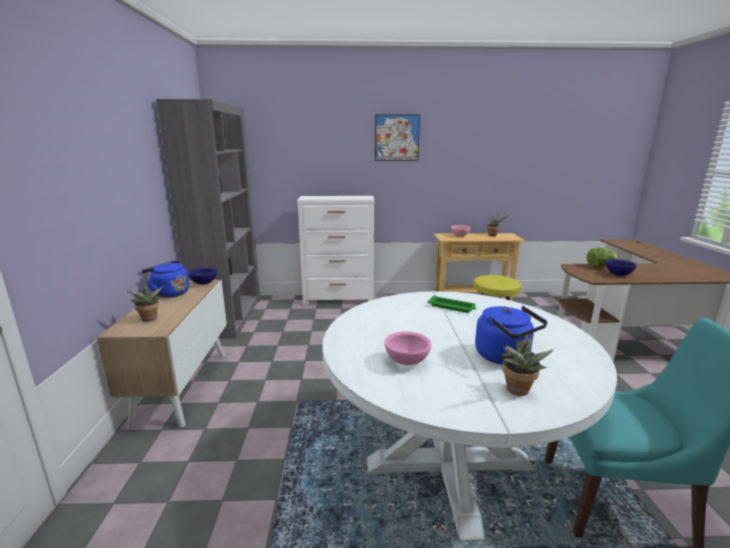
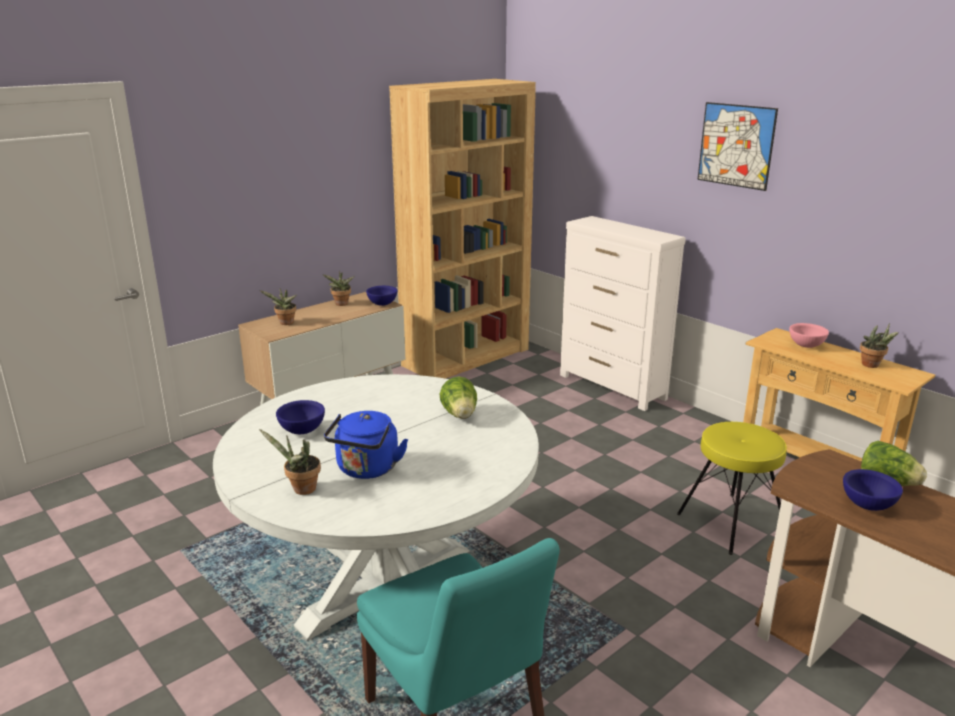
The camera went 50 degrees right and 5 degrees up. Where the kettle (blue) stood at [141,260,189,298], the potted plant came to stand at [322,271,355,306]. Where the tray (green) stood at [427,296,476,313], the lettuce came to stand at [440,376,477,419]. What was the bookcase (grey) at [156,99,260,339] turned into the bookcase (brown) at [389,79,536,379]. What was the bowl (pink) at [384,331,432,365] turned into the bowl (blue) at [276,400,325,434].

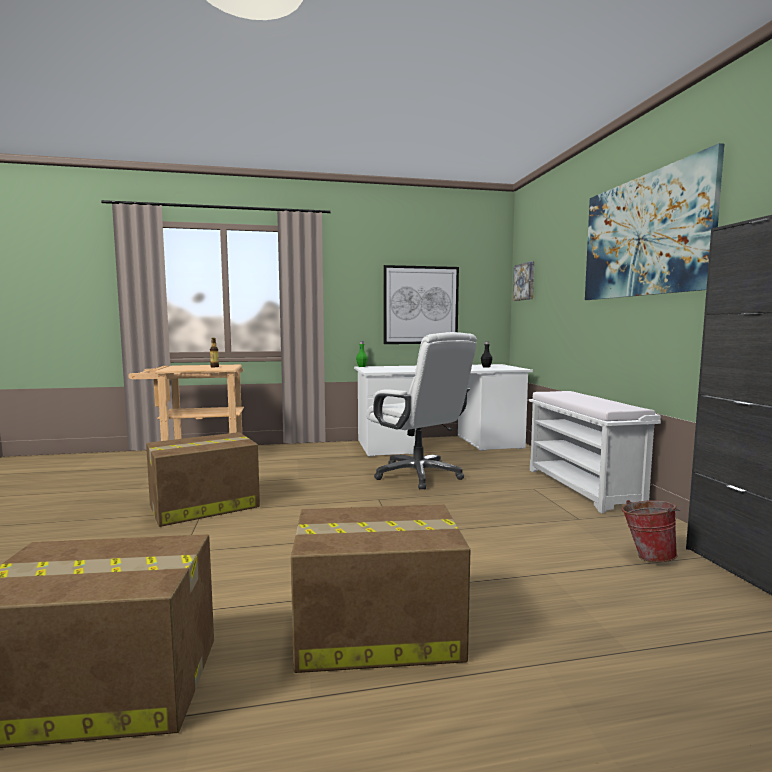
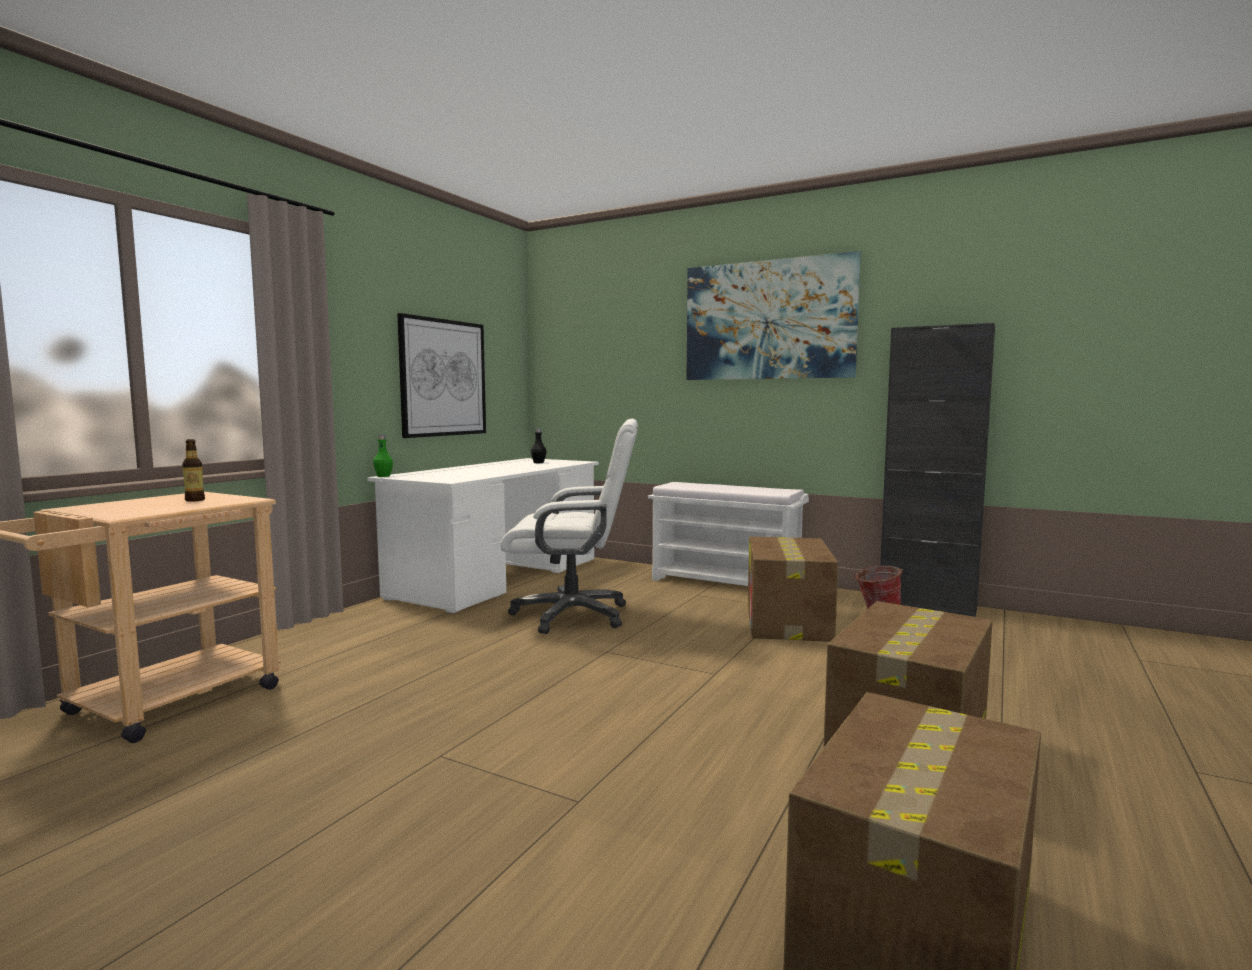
The camera went 50 degrees left and 0 degrees up. The second view lost the picture at [513,261,534,301]. The cardboard box ended up elsewhere, having gone from [146,432,260,527] to [748,536,838,642].

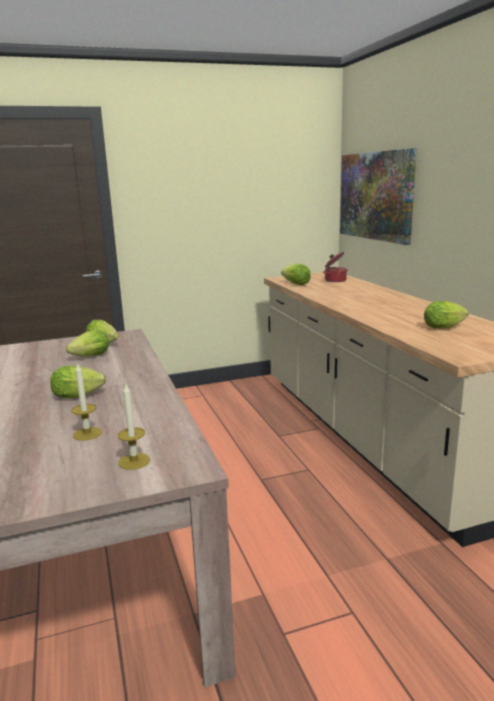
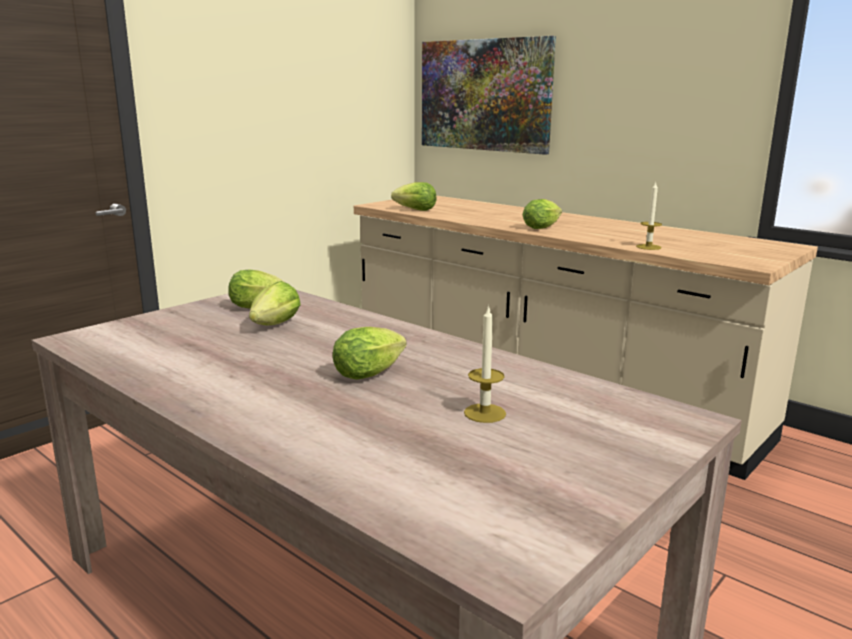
The camera went 30 degrees left and 0 degrees up. The second view lost the cooking pot at [323,252,348,282]. The candle ended up elsewhere, having gone from [118,384,150,470] to [636,182,662,250]. The lettuce ended up elsewhere, having gone from [424,301,469,329] to [523,199,562,229].

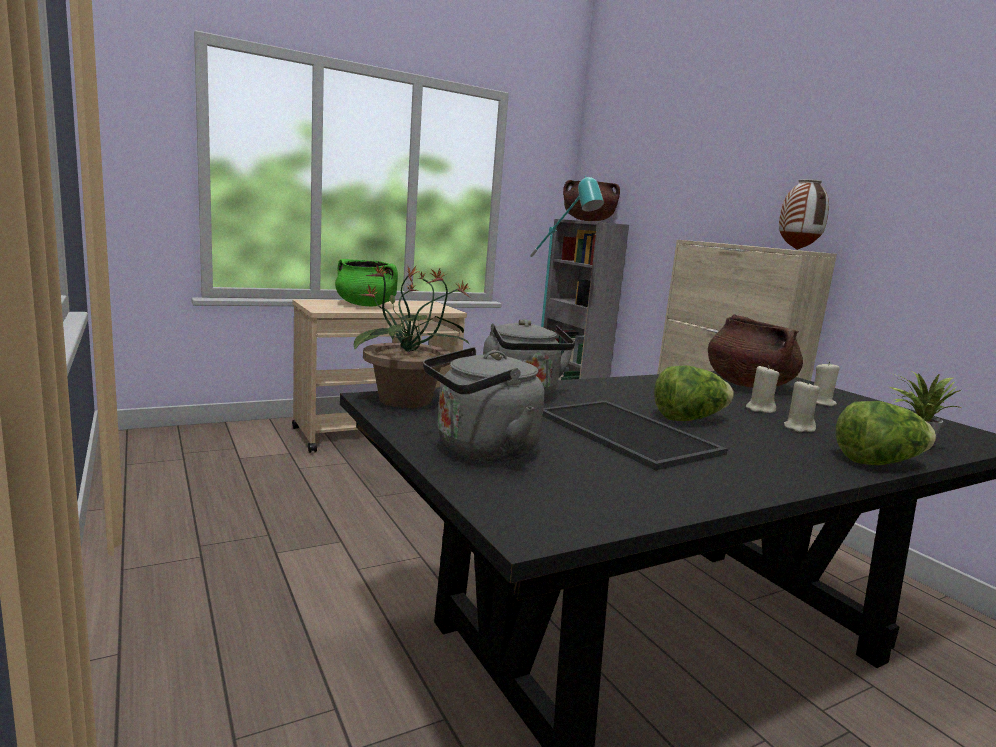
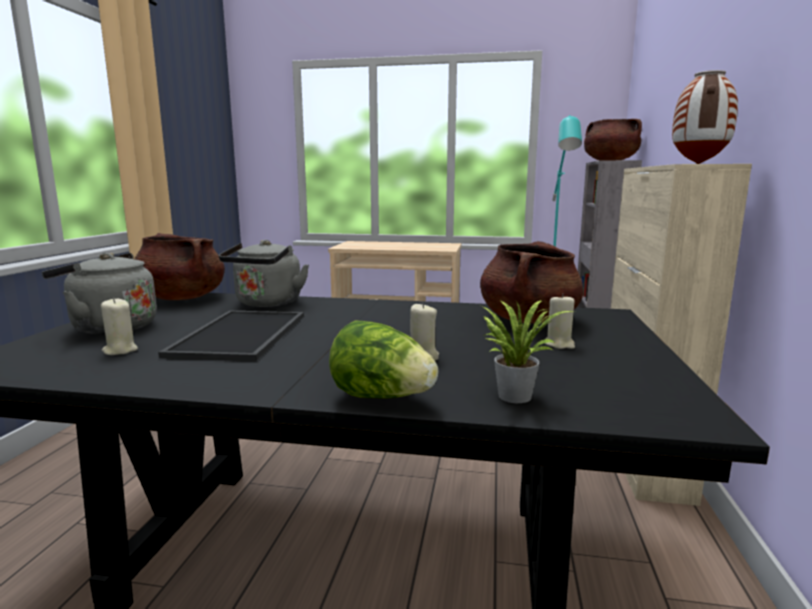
The camera went 40 degrees right and 0 degrees up. The second view lost the cooking pot (green) at [335,259,398,306]. The second view lost the lettuce at [654,366,734,421]. The candle (beige) ended up elsewhere, having gone from [746,365,779,413] to [101,298,138,355]. Where the potted plant stood at [354,264,471,408], the cooking pot (brown) came to stand at [134,233,225,300].

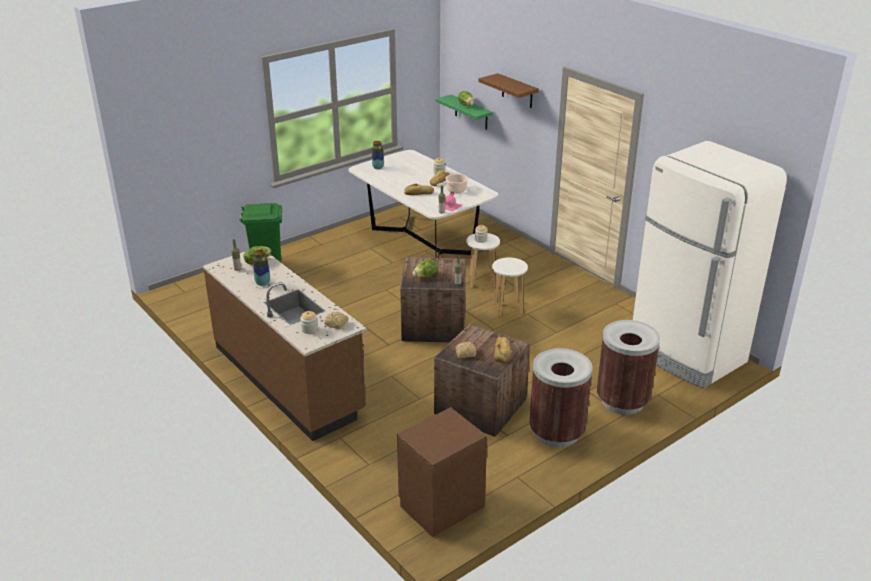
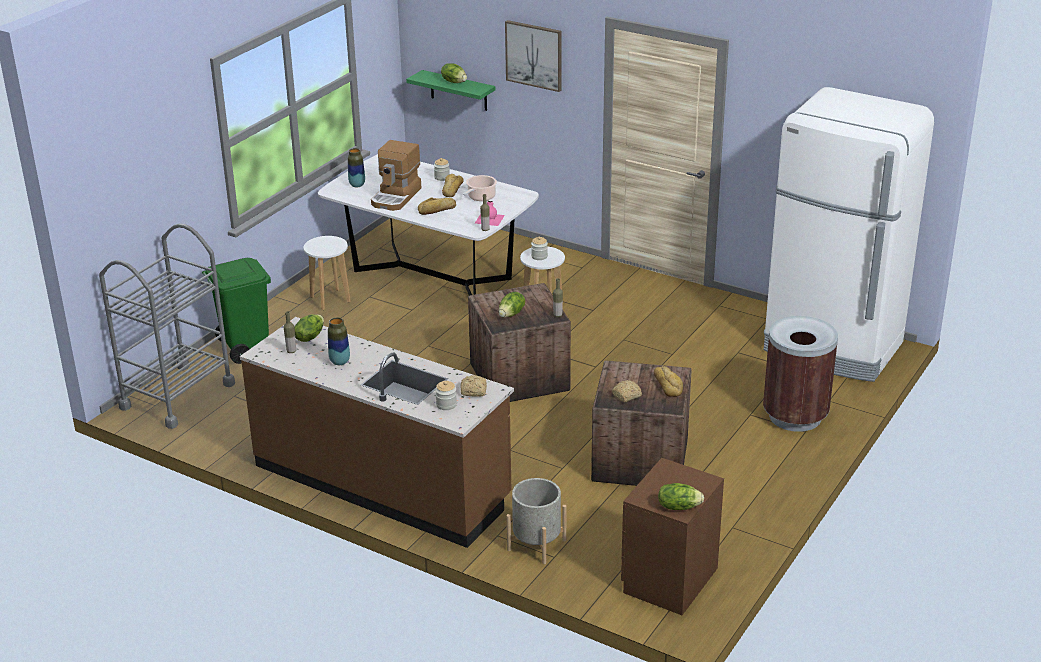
The camera went 20 degrees left and 0 degrees up. The second view lost the trash can (brown) at [529,348,592,448]. The second view gained the cart (grey) at [99,224,235,429]. The second view gained the coffee machine at [371,140,421,211]. The second view gained the planter (grey) at [507,478,566,564]. The second view gained the lettuce at [658,483,704,510]. The stool (white) ended up elsewhere, having gone from [492,258,528,316] to [304,236,351,310]. Where the shelf (brown) hung at [478,73,539,108], the picture came to hang at [505,20,562,92].

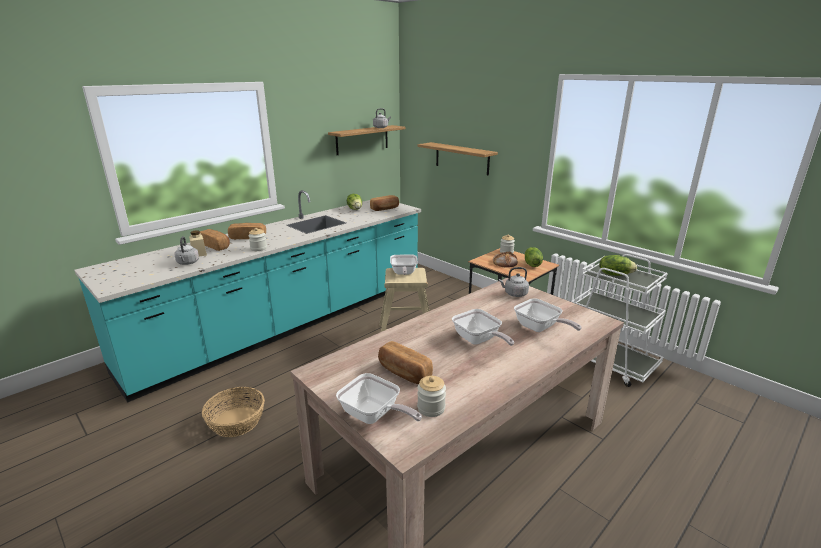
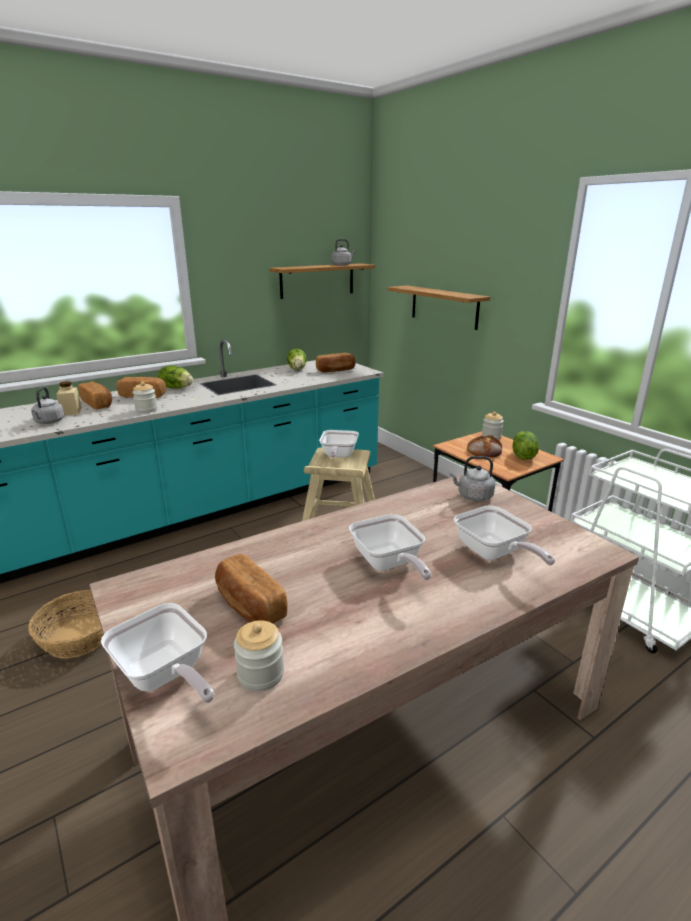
The camera went 10 degrees right and 0 degrees up. The lettuce ended up elsewhere, having gone from [599,255,637,276] to [158,366,193,389].

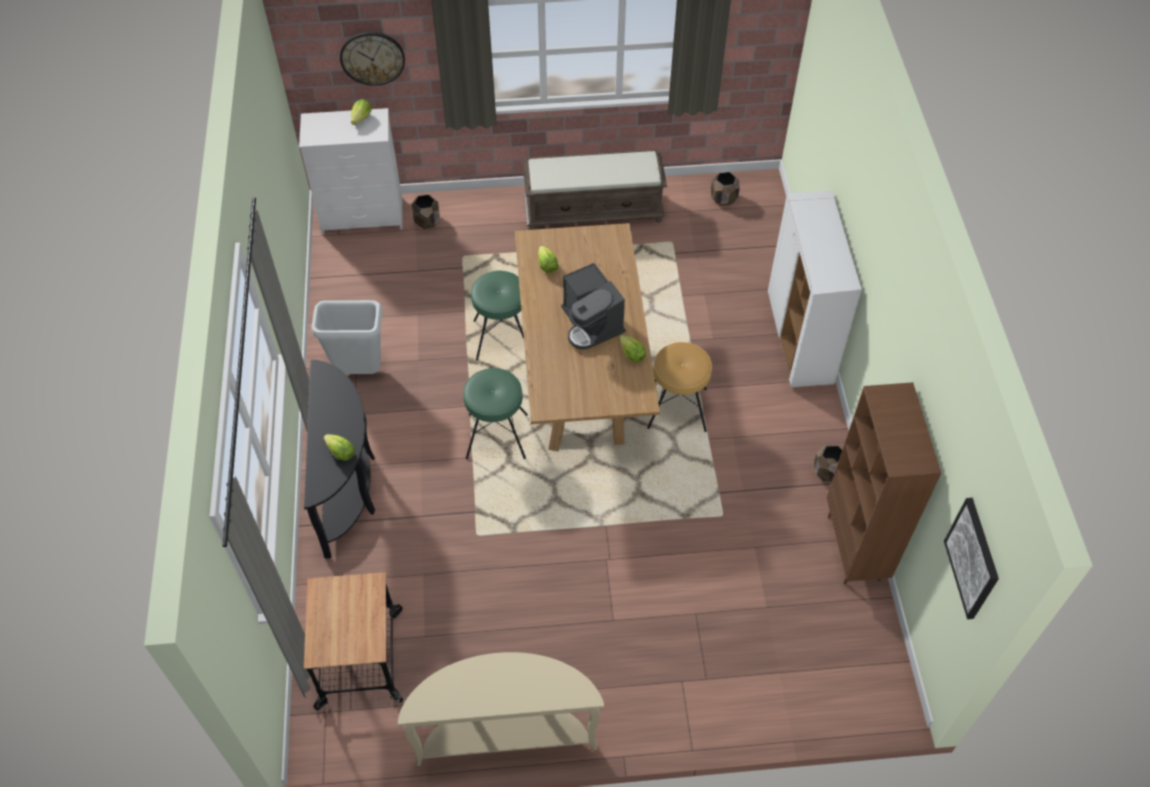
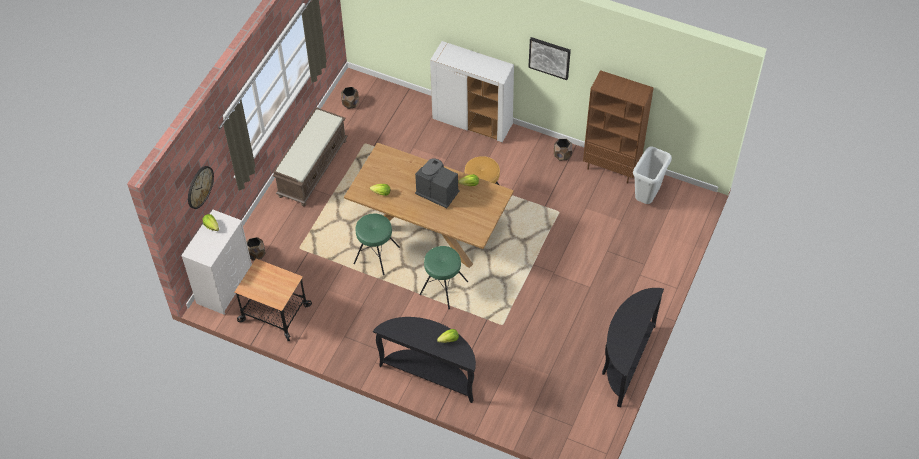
The camera went 60 degrees left and 0 degrees up. The cart ended up elsewhere, having gone from [304,572,403,710] to [234,259,312,341]. The trash can (grey) ended up elsewhere, having gone from [311,300,383,374] to [633,146,672,204]. The picture ended up elsewhere, having gone from [944,498,999,619] to [528,37,571,80]. What was the console table (beige) at [398,652,604,766] turned into the console table (black) at [602,288,664,408]. The coffee machine at [561,263,626,350] ended up facing another way, 150 degrees counterclockwise from before.

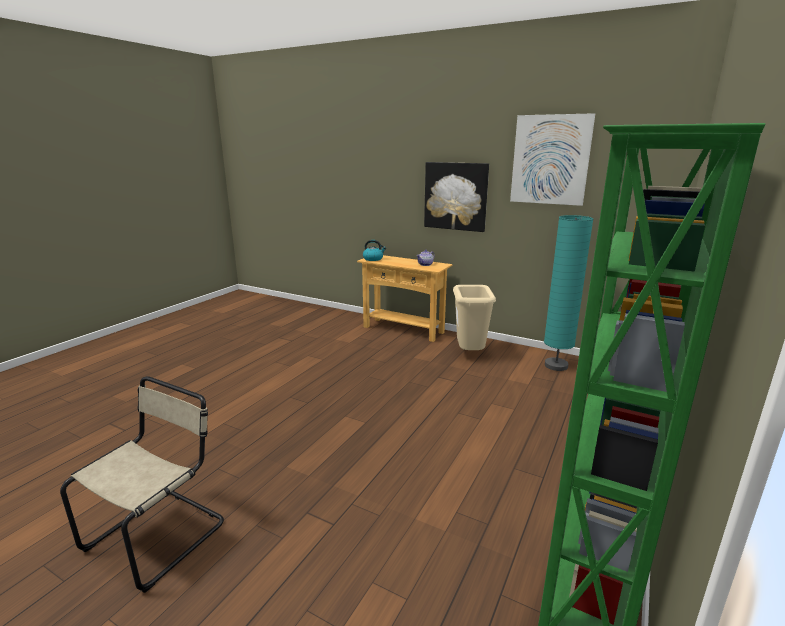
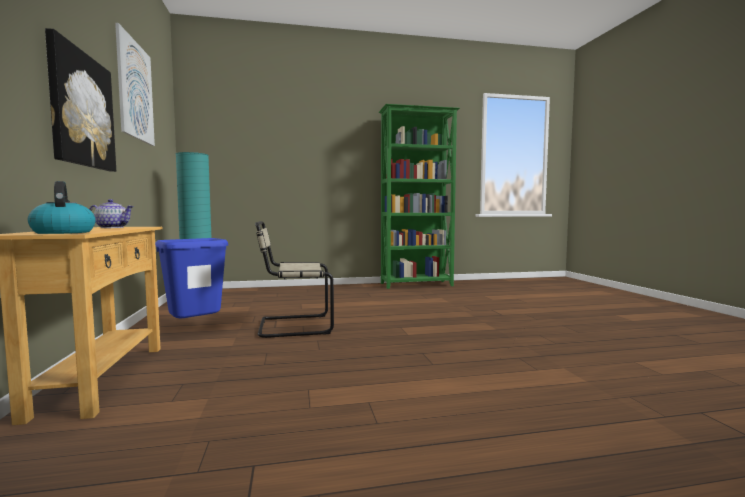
The camera went 130 degrees left and 15 degrees down. The chair (beige) ended up elsewhere, having gone from [60,376,224,593] to [255,221,334,338]. What was the trash can (beige) at [453,285,496,350] turned into the trash can (blue) at [155,238,228,318].

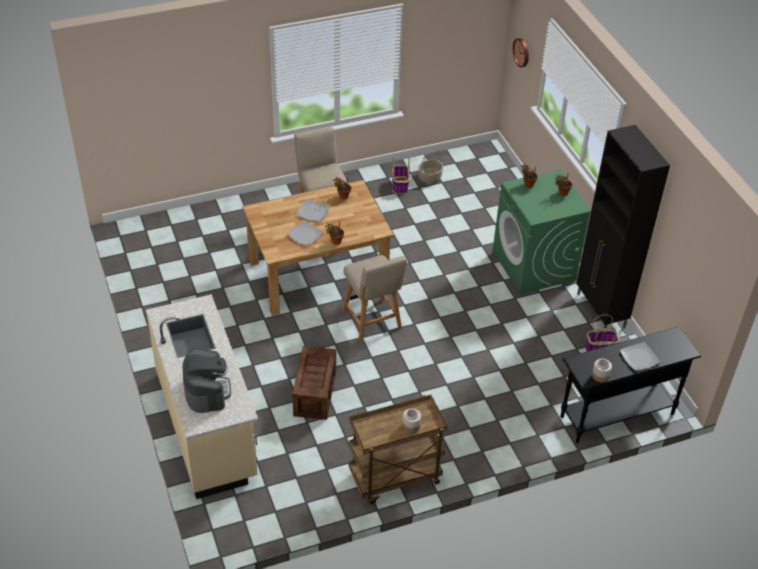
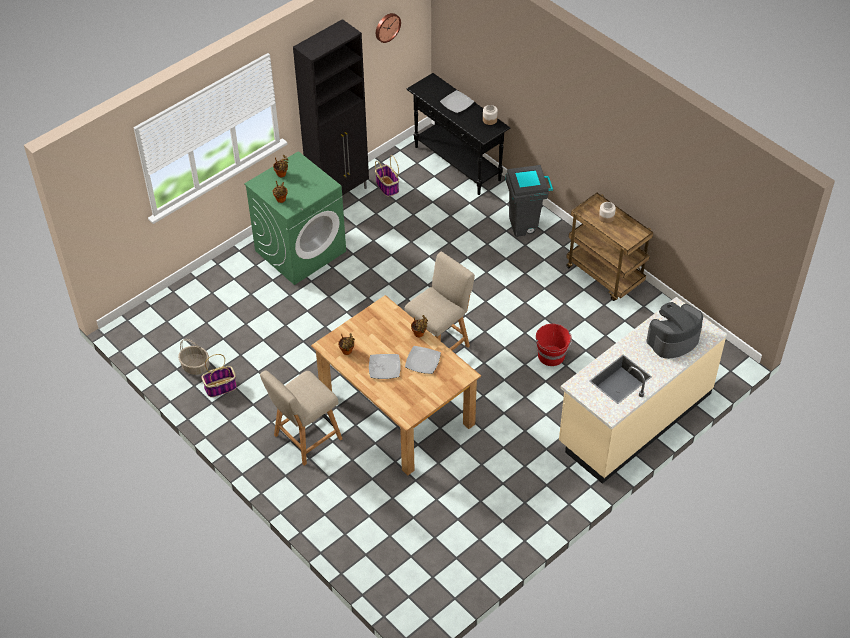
The camera went 110 degrees left and 5 degrees up. The second view gained the trash can (grey) at [505,165,553,237]. The wall clock ended up elsewhere, having gone from [513,38,529,67] to [376,13,401,43]. Where the crate stood at [292,346,336,420], the bucket (red) came to stand at [536,324,572,366].

